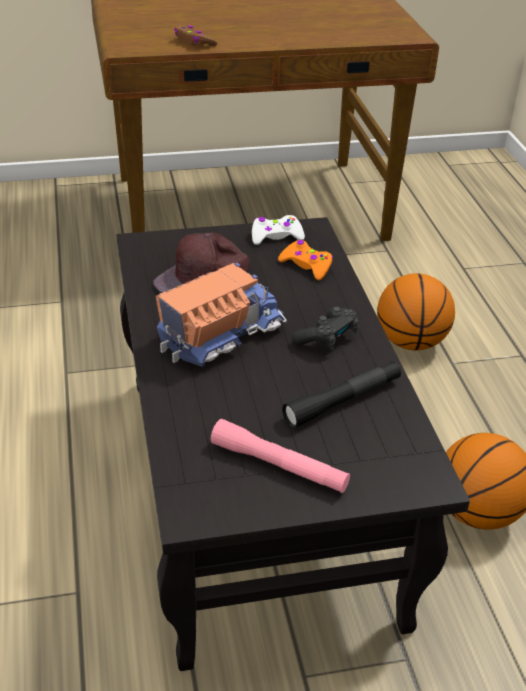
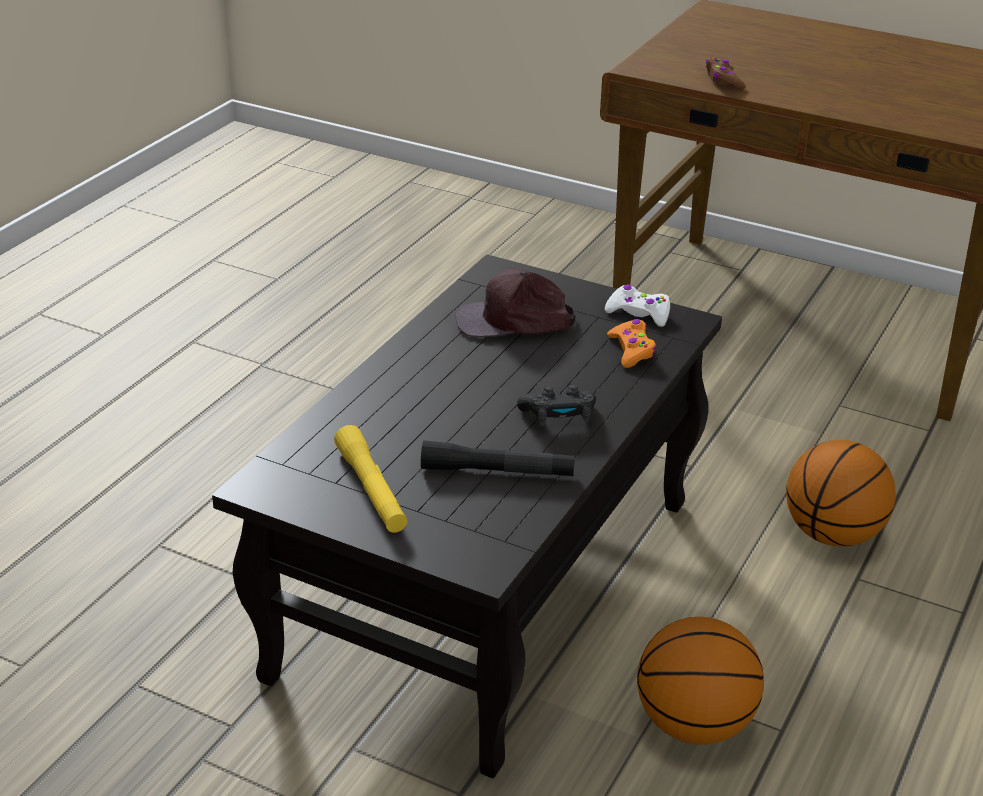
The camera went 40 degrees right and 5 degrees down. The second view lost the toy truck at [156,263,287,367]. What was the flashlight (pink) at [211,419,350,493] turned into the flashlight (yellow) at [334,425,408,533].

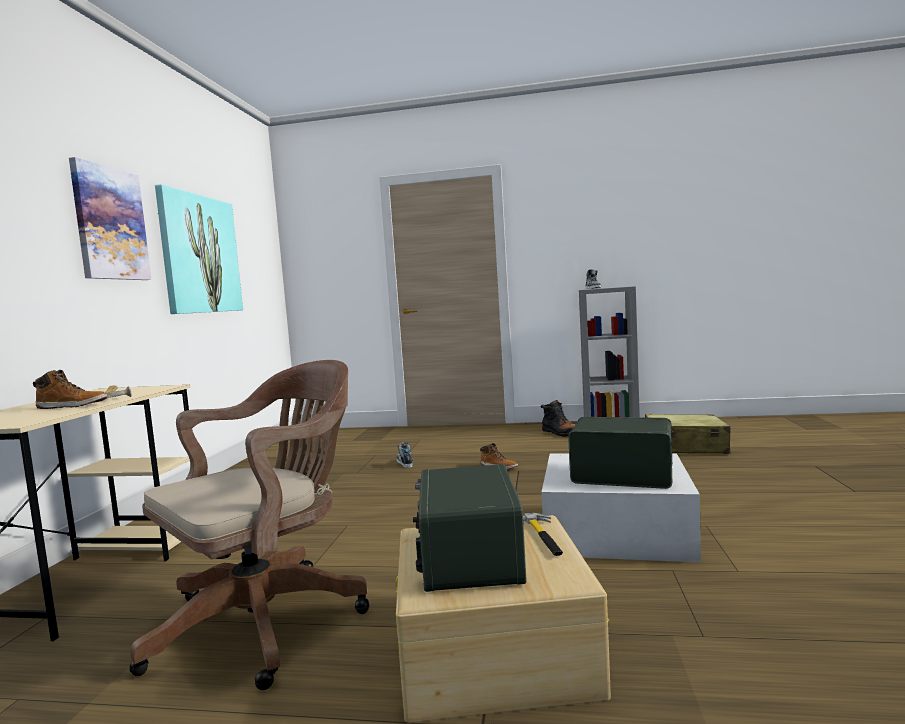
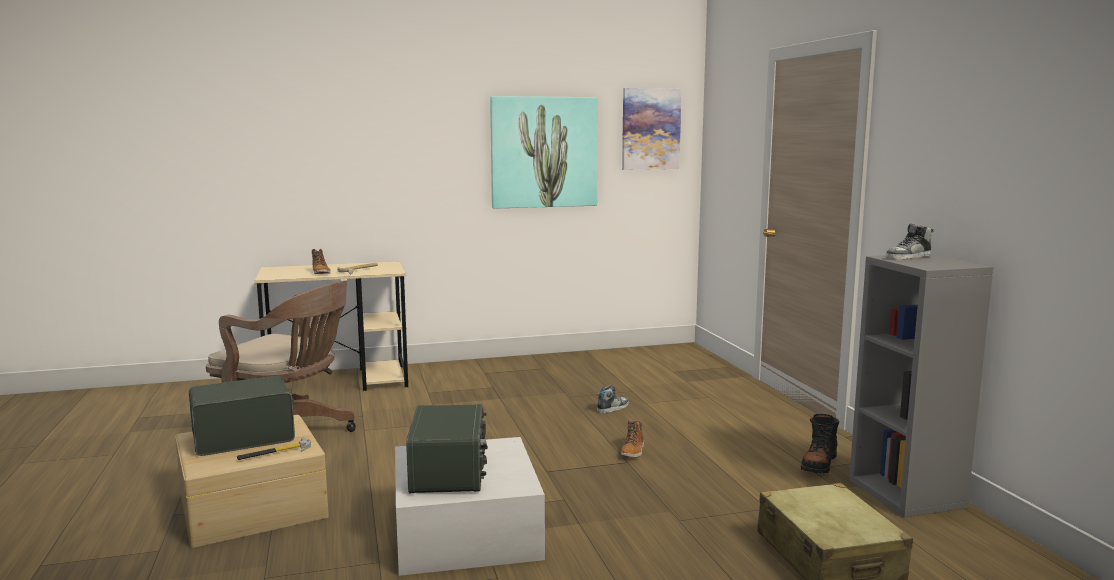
The camera went 65 degrees right and 5 degrees up. The picture ended up elsewhere, having gone from [69,157,152,280] to [622,88,682,170].

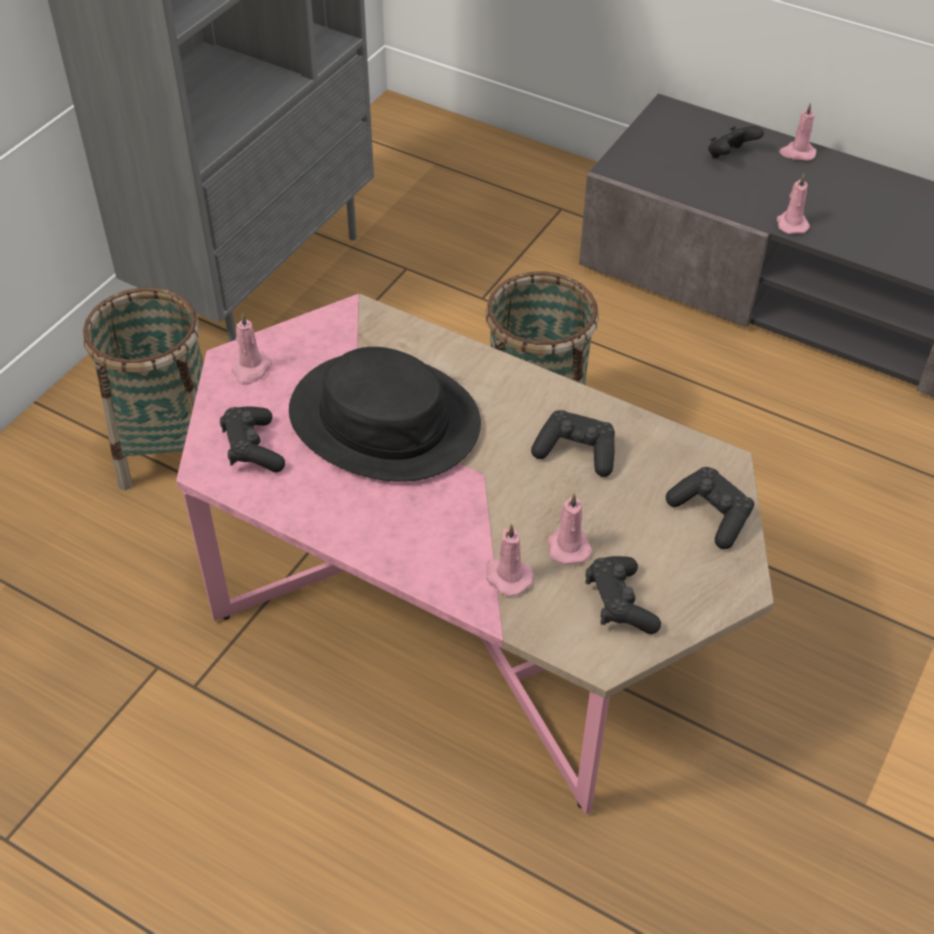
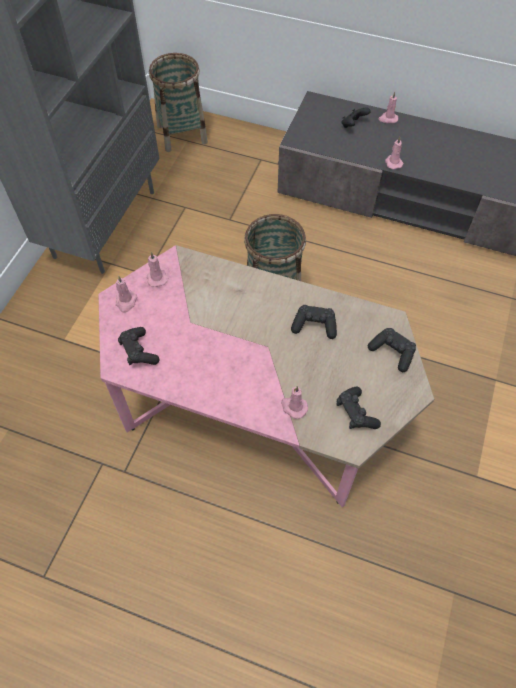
The camera went 10 degrees left and 10 degrees up. The second view lost the hat (black) at [289,347,481,482]. The basket ended up elsewhere, having gone from [83,288,204,490] to [149,53,208,152]. The candle (pink) ended up elsewhere, having gone from [548,493,592,565] to [147,252,168,287].

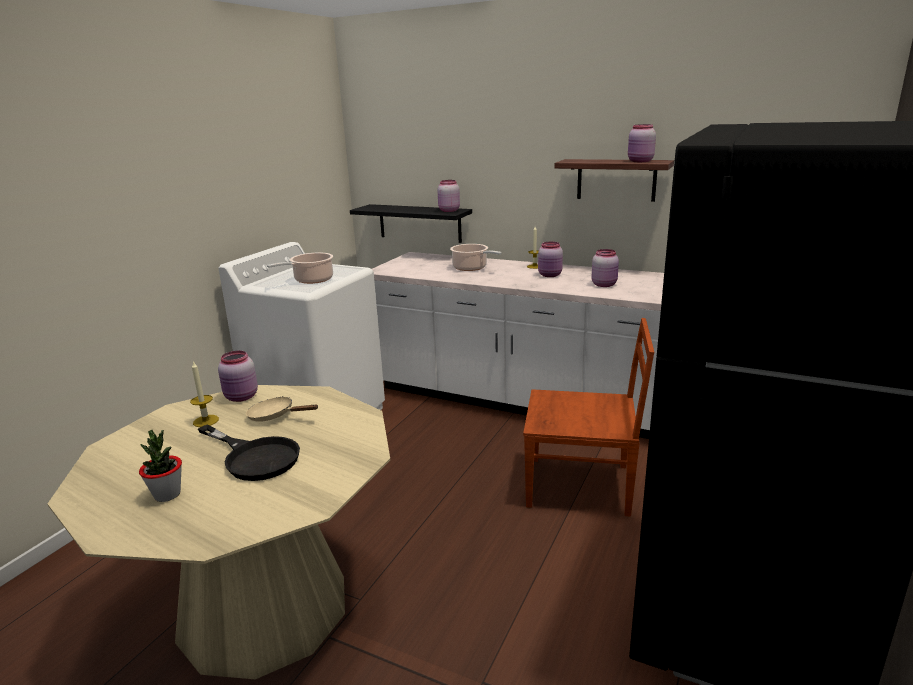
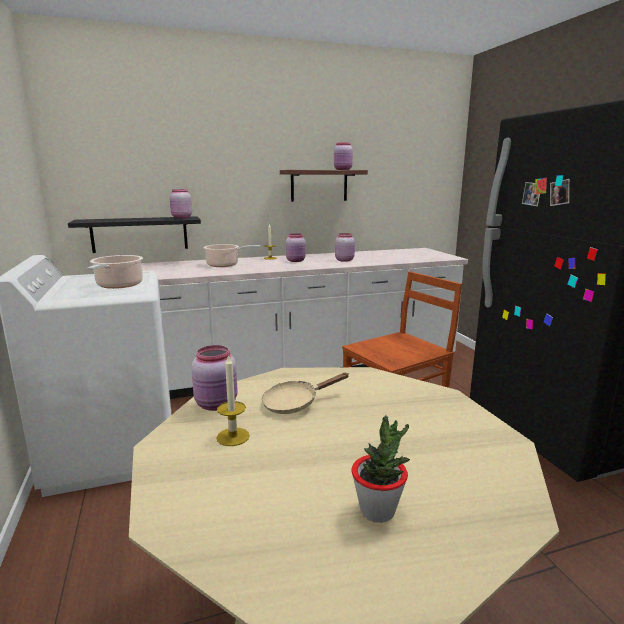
The camera went 45 degrees left and 5 degrees down. The second view lost the frying pan (black) at [198,424,300,481].

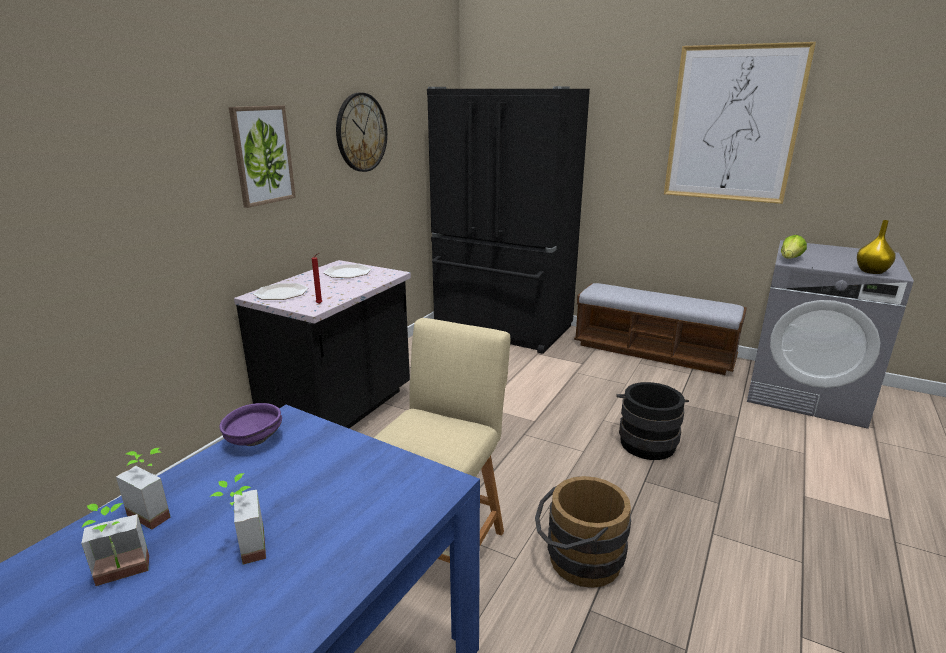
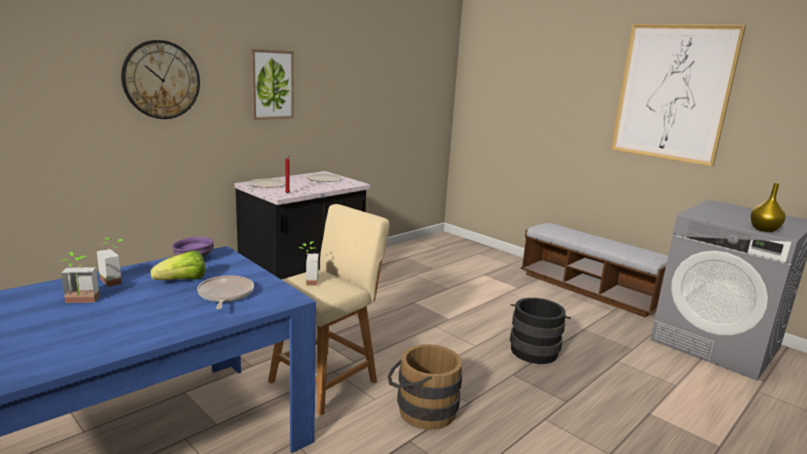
The camera went 15 degrees right and 5 degrees down. The second view lost the fridge (black) at [427,86,590,354]. The second view gained the frying pan at [197,275,254,309]. The potted plant ended up elsewhere, having gone from [211,473,266,564] to [299,242,319,286]. The wall clock ended up elsewhere, having gone from [336,93,387,172] to [121,40,200,119]. The lettuce ended up elsewhere, having gone from [781,235,807,259] to [151,251,205,280].

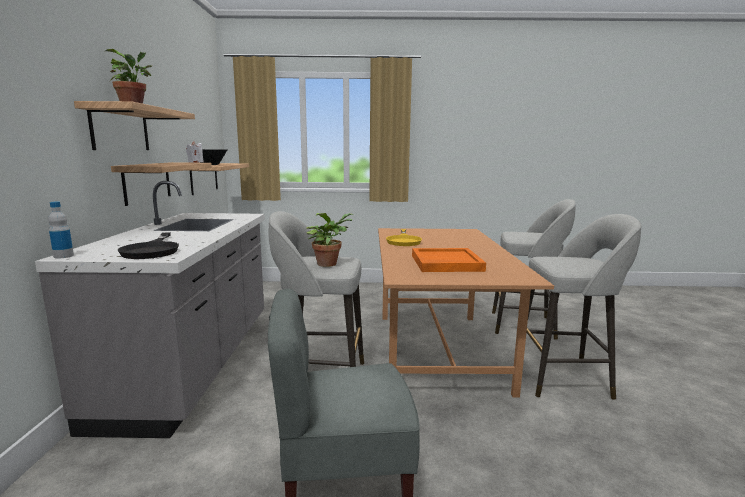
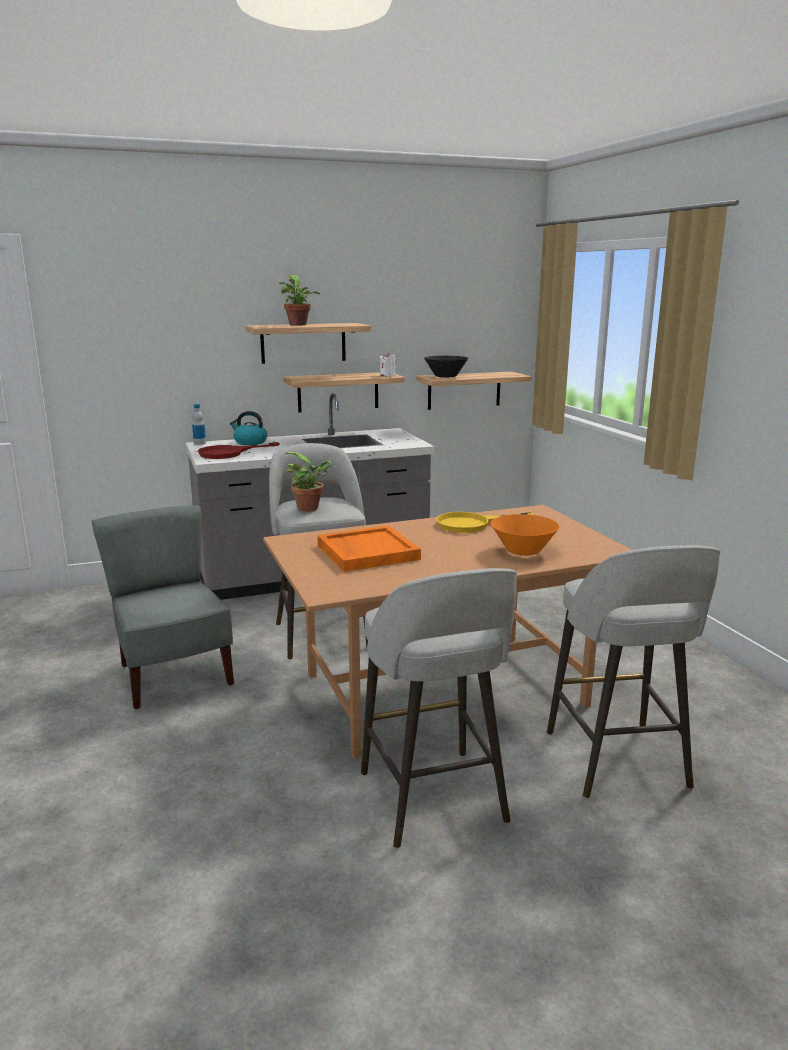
The camera went 70 degrees right and 5 degrees up. The second view gained the kettle at [230,411,267,445]. The second view gained the bowl (orange) at [491,514,560,556]. What was the frying pan (black) at [118,232,179,259] turned into the frying pan (red) at [198,442,280,459].

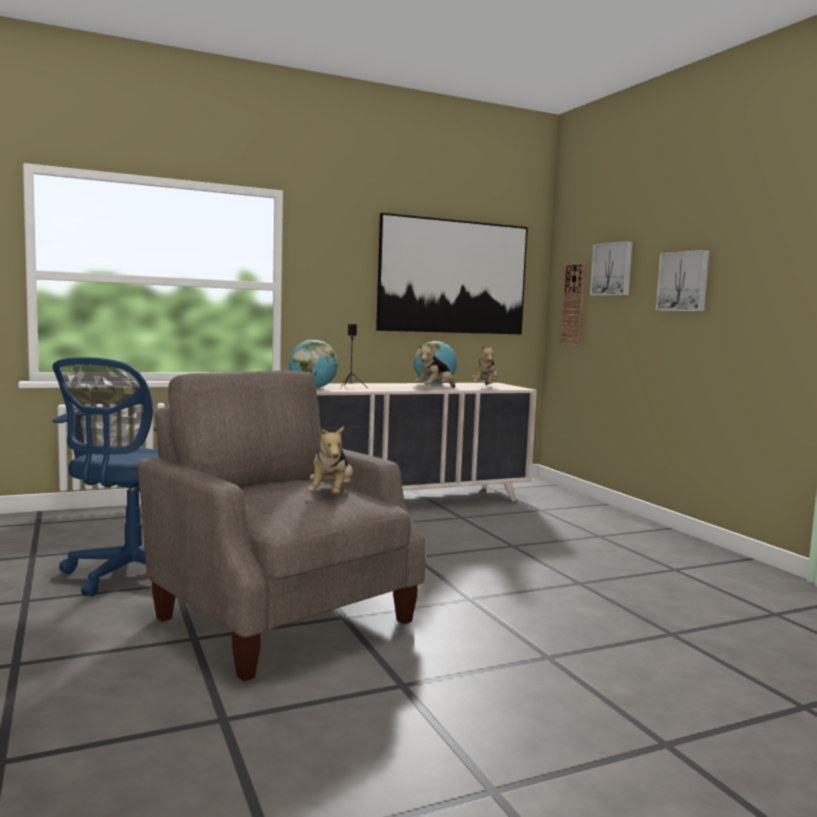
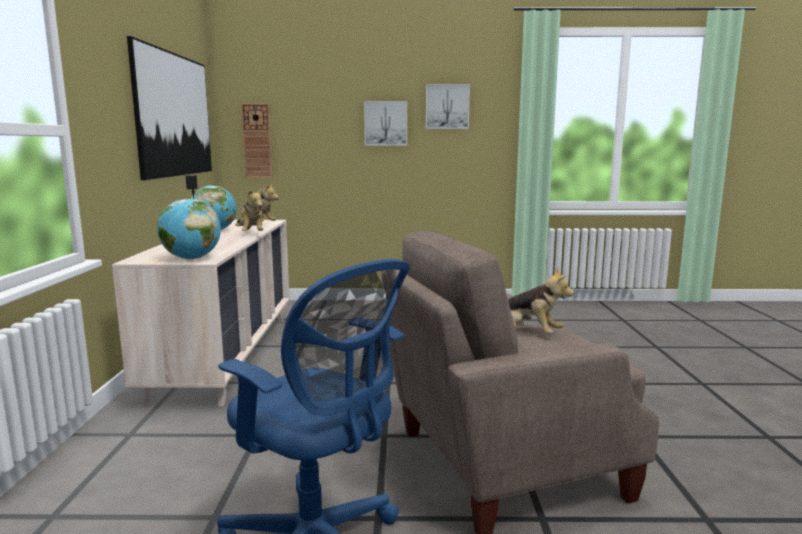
The camera went 65 degrees left and 5 degrees up. The picture ended up elsewhere, having gone from [590,241,633,296] to [426,84,470,129].

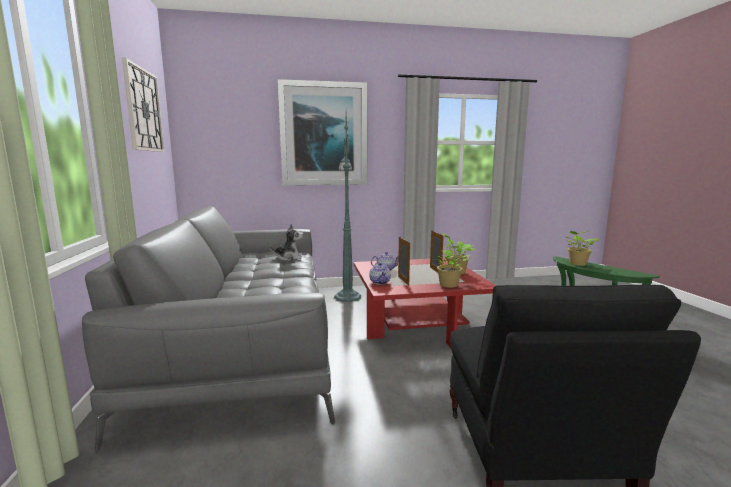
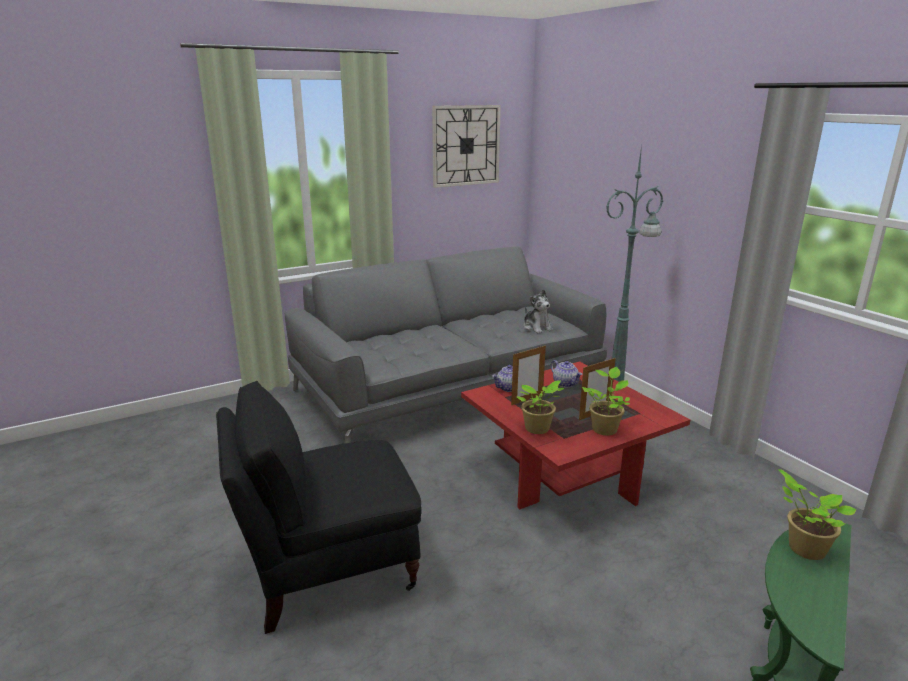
The camera went 70 degrees right and 10 degrees up. The second view lost the picture at [278,79,367,185].

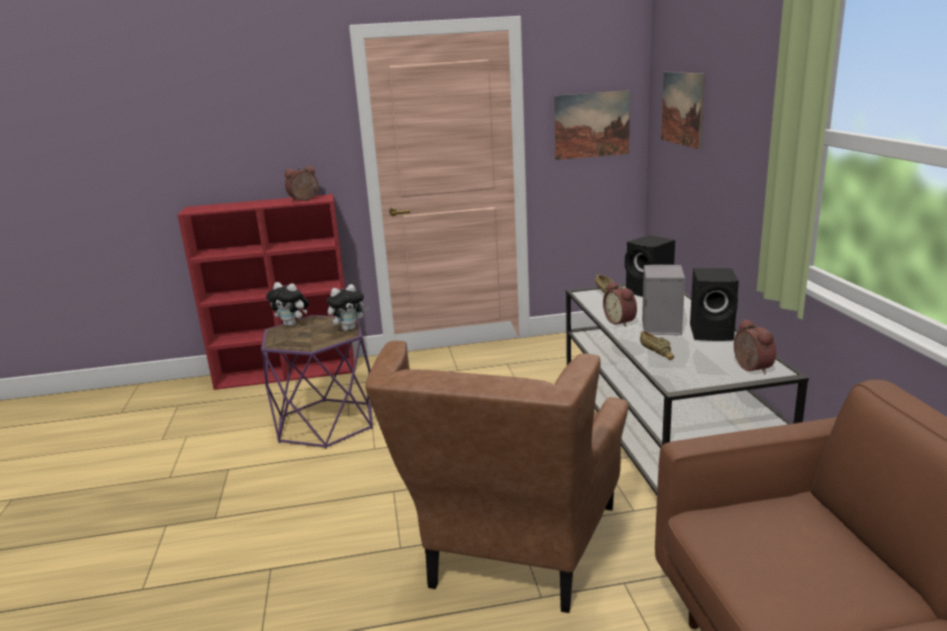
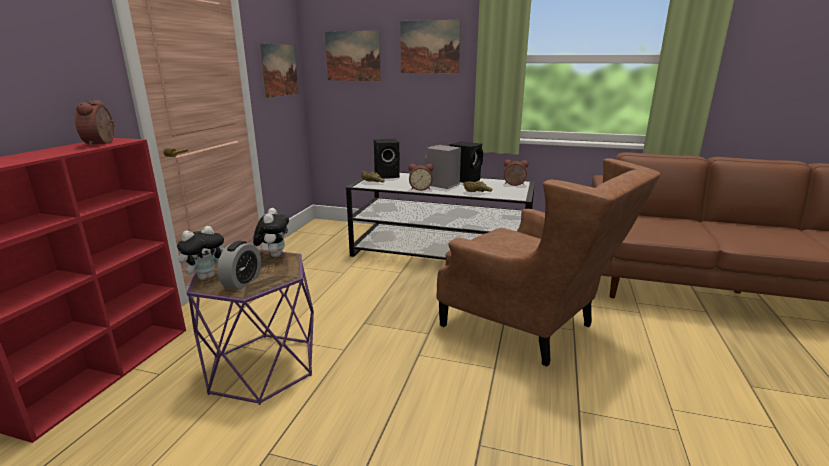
The camera went 65 degrees left and 0 degrees up. The second view gained the alarm clock at [217,241,261,290]. The second view gained the picture at [400,20,461,73].

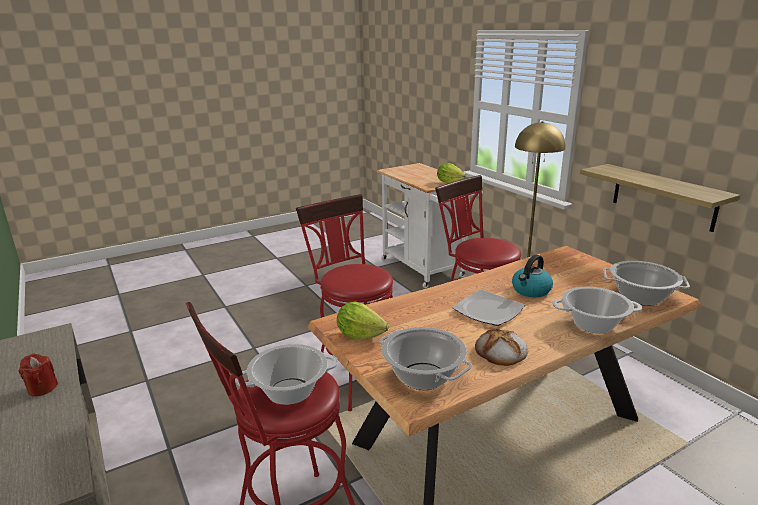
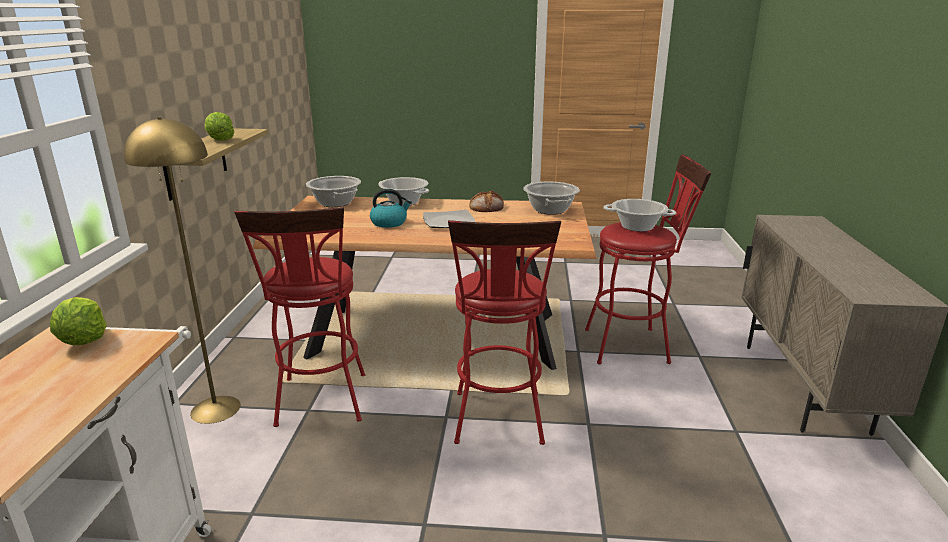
The camera went 145 degrees left and 0 degrees up. The second view lost the candle (red) at [18,354,58,396]. The lettuce ended up elsewhere, having gone from [337,302,389,340] to [205,112,235,141].

